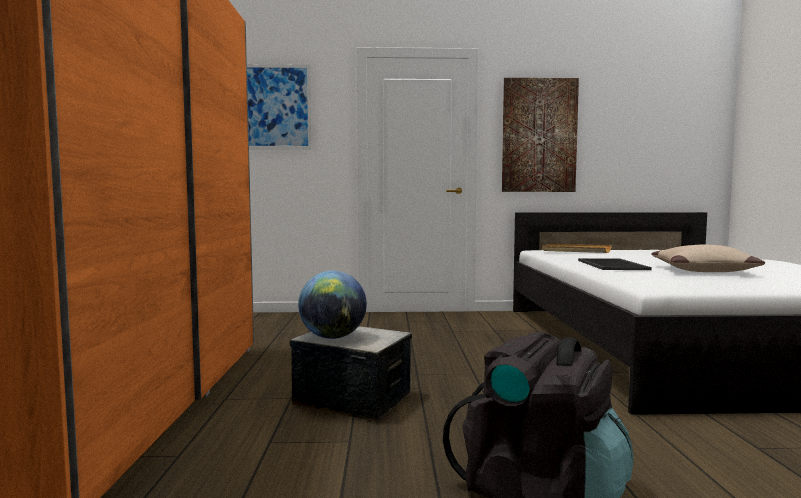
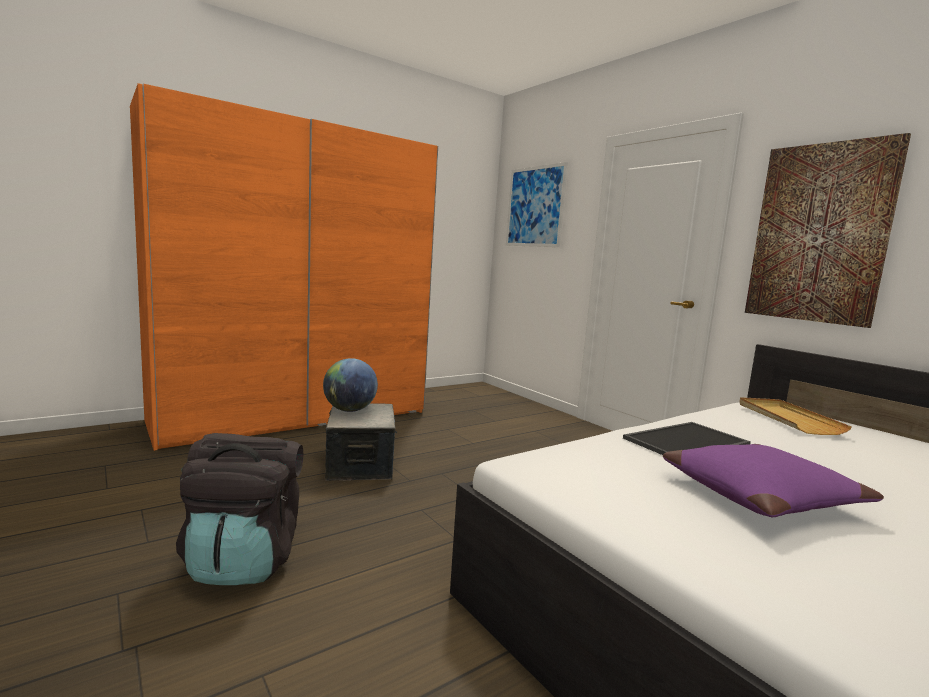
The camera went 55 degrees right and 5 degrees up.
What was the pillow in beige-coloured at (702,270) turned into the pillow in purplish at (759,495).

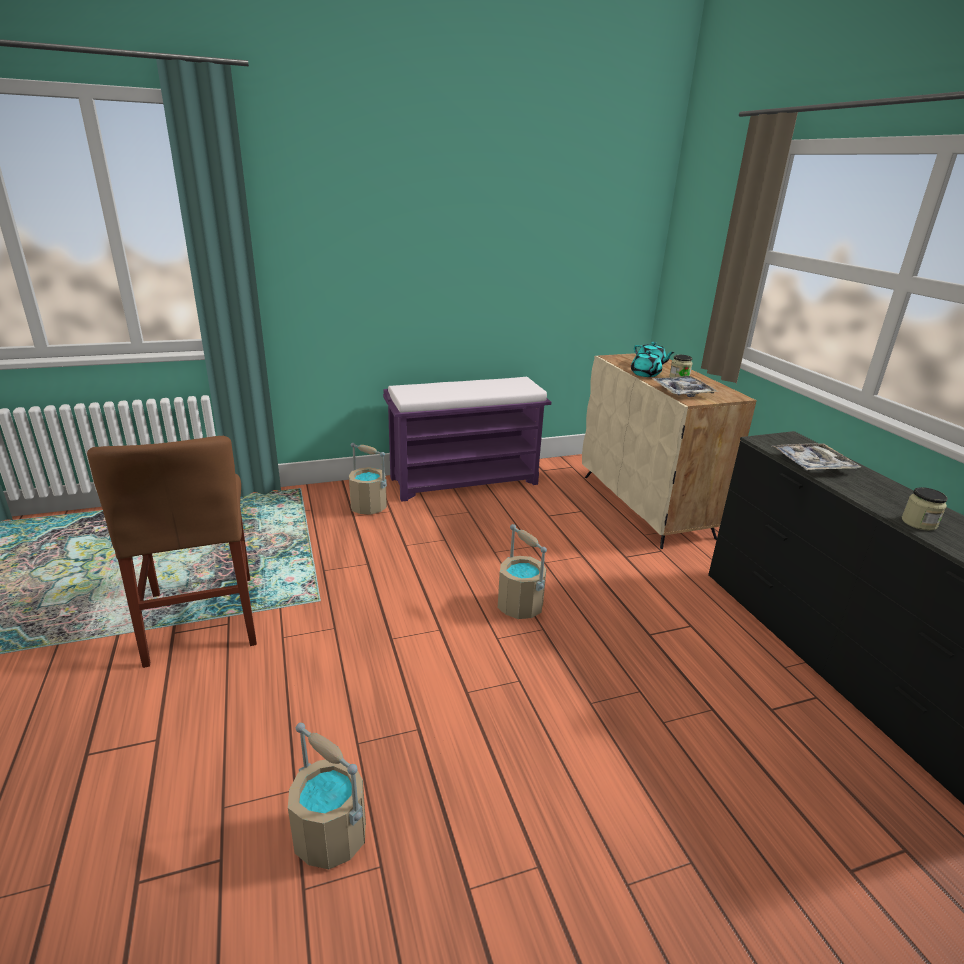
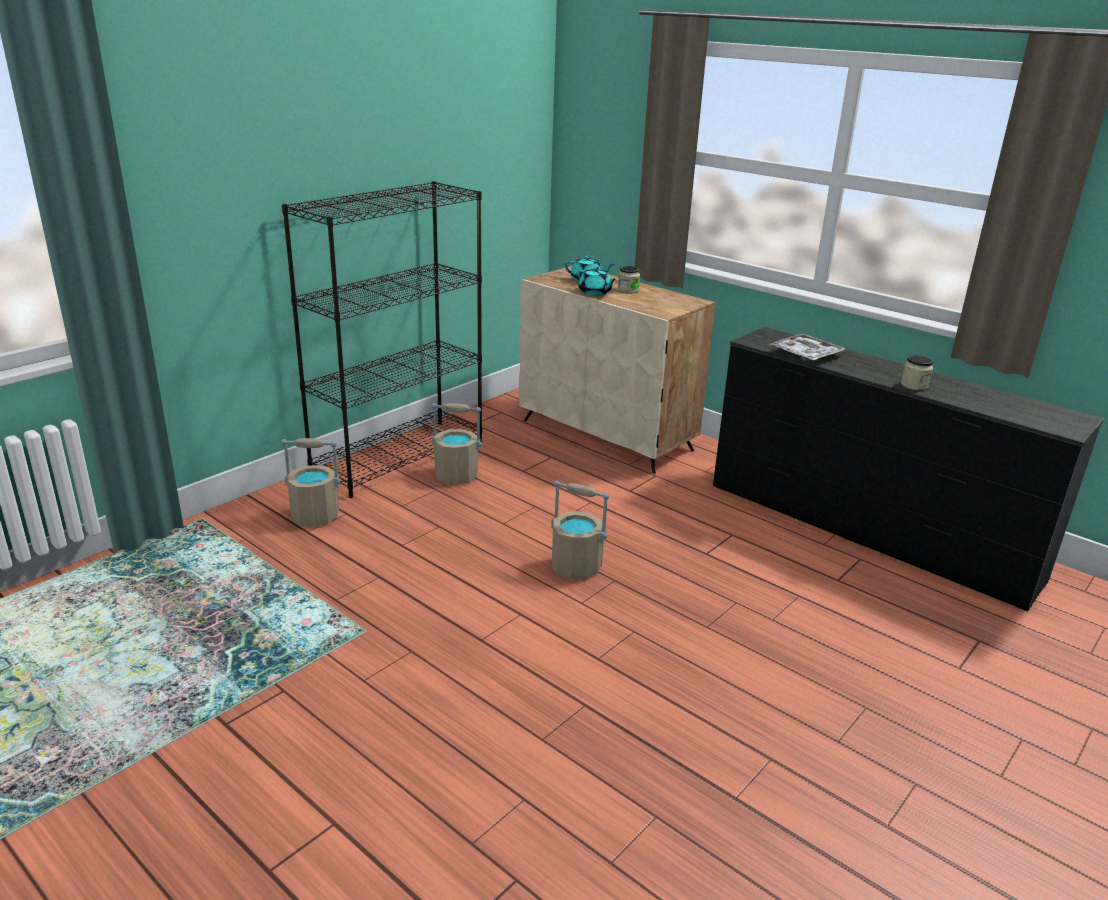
The camera went 30 degrees left and 0 degrees up.
The second view lost the serving tray at (682,392).
Where the long seat in purplish stood at (465,480), the bookshelf in black-coloured came to stand at (399,456).
The second view lost the plain chair in brown-coloured at (202,618).
The pail in beige-coloured ended up elsewhere, having gone from (331,836) to (457,476).

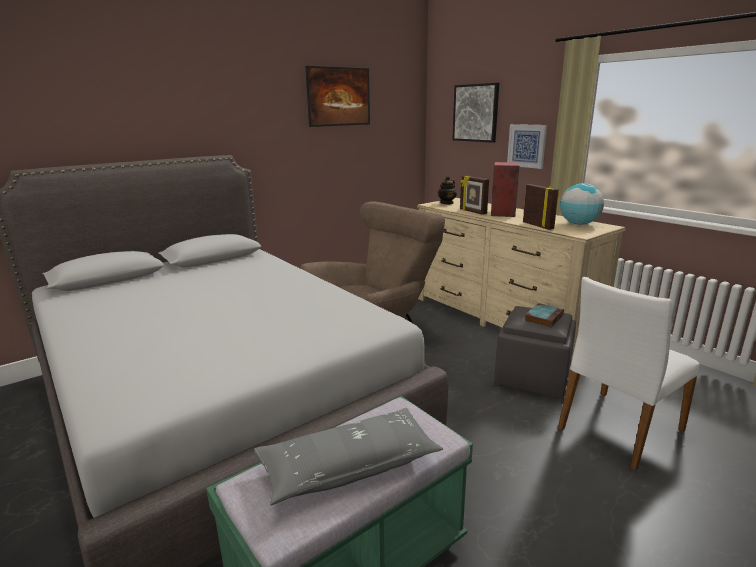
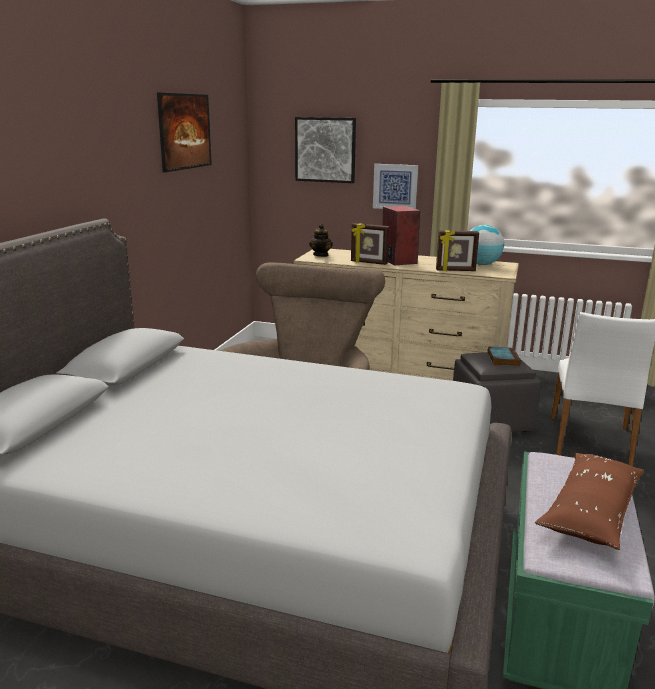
The camera went 35 degrees left and 0 degrees up.
The picture frame at (538,226) ended up facing another way, 150 degrees clockwise from before.
What was the pillow in greyish at (349,466) turned into the pillow in brown-coloured at (591,511).

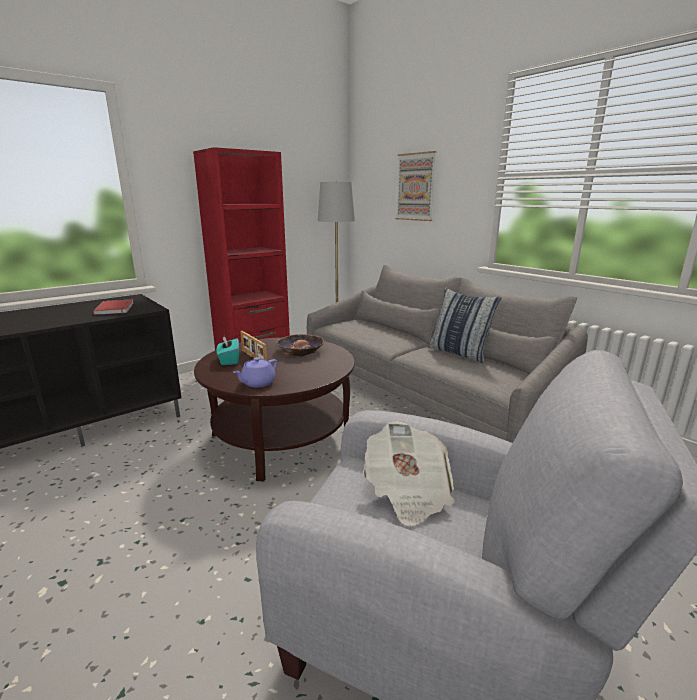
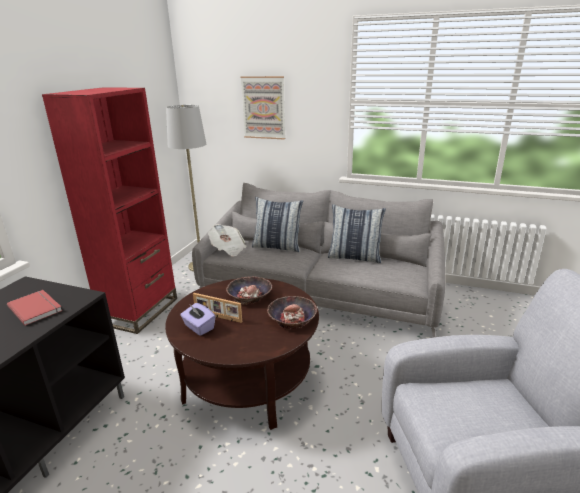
The camera went 30 degrees left and 5 degrees up.
What was the tissue holder in turquoise at (229,360) turned into the tissue holder in purplish at (199,327).
The second view lost the teapot in purplish at (257,383).
The printed paper ended up elsewhere, having gone from (407,492) to (228,249).
The second view gained the pillow at (277,246).
The second view gained the deep dish at (292,318).

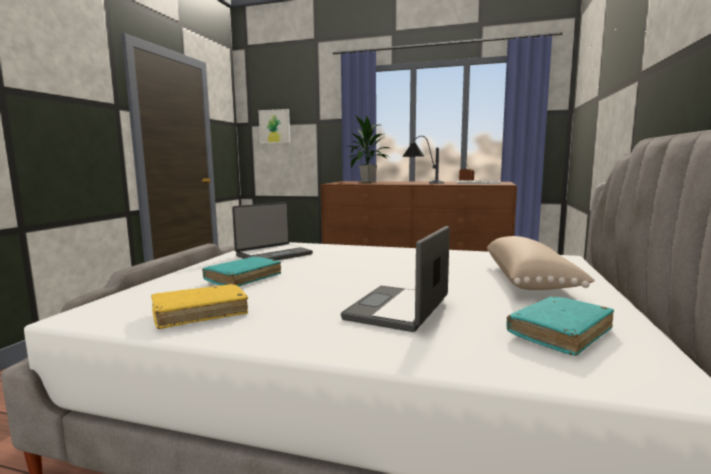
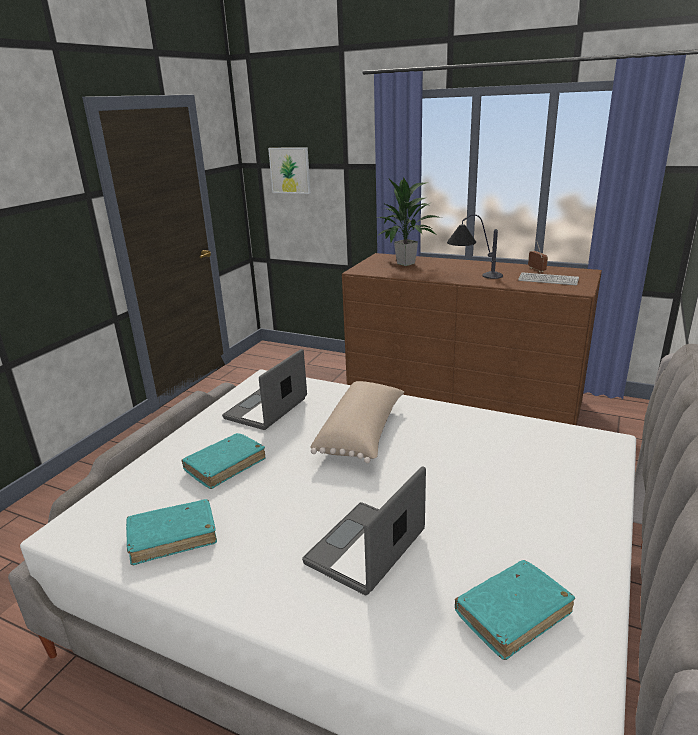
The camera went 10 degrees right and 15 degrees up.
The laptop at (273,255) ended up facing another way, 150 degrees clockwise from before.
The pillow in beige-coloured ended up elsewhere, having gone from (530,280) to (362,434).
What was the volume in yellowish at (200,313) turned into the volume in turquoise at (173,537).

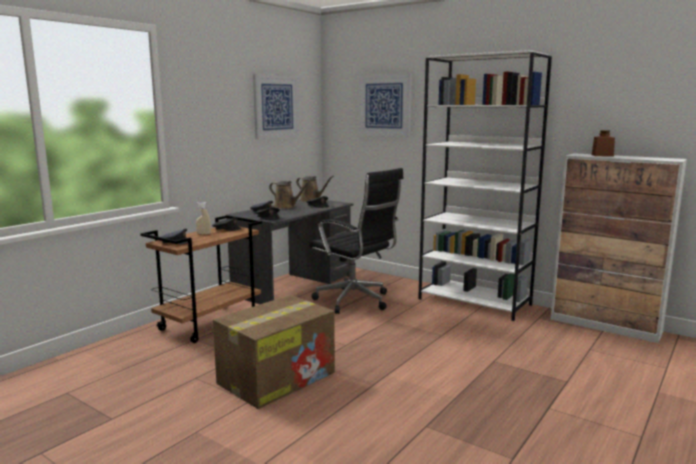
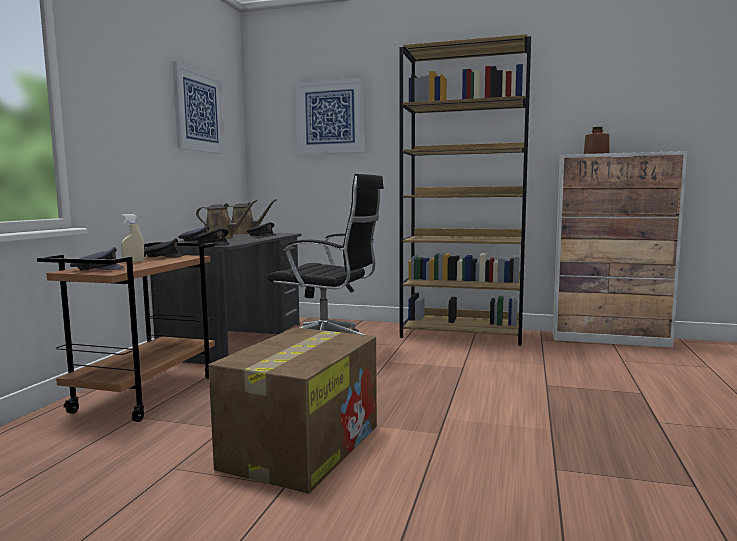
The camera went 20 degrees left and 5 degrees down.
What was the bookshelf in white at (475,302) turned into the bookshelf in brown-coloured at (463,333).

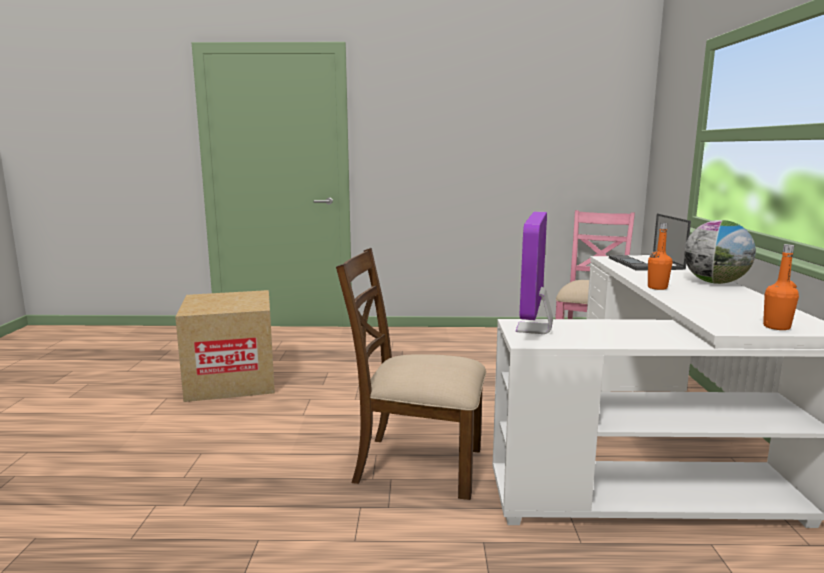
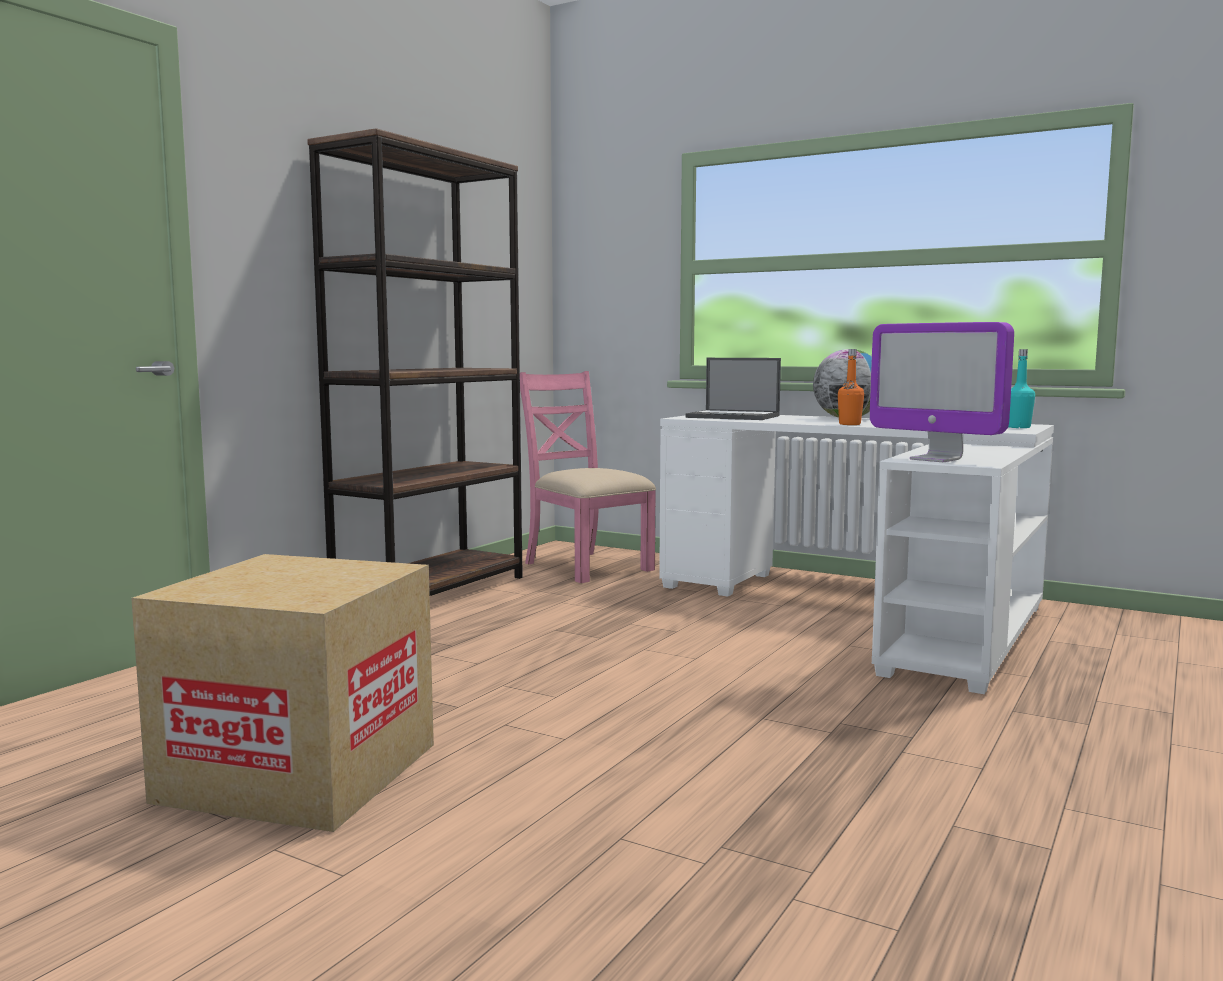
The camera went 60 degrees left and 5 degrees down.
What was the bottle in orange-coloured at (776,327) turned into the bottle in turquoise at (1018,427).
The second view lost the plain chair in brown-coloured at (417,464).
The second view gained the bookshelf in brown-coloured at (432,592).

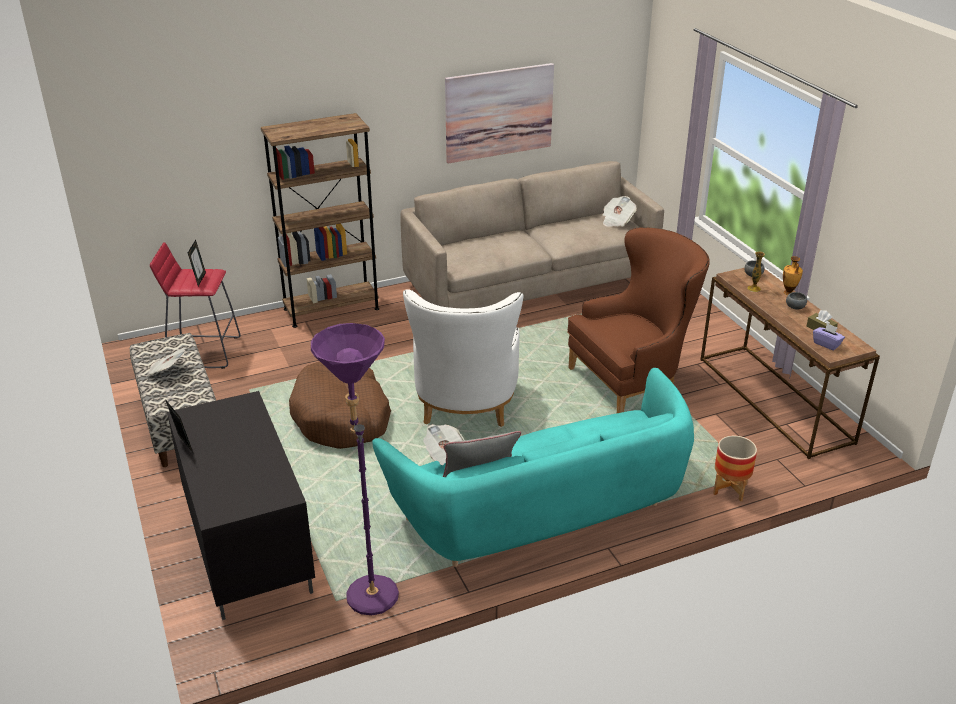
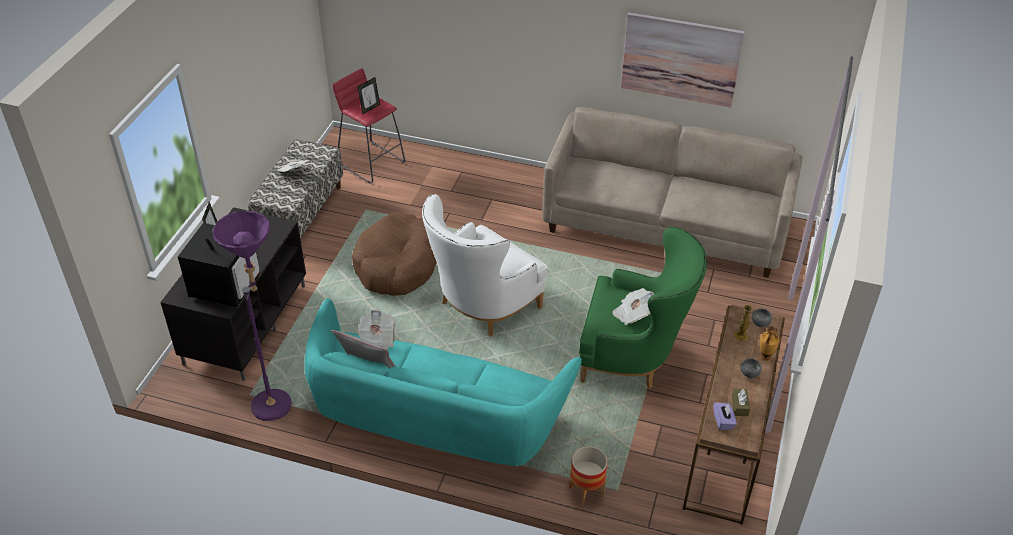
The camera went 40 degrees right and 10 degrees up.
The second view lost the bookshelf in brown-coloured at (331,309).
The printed paper ended up elsewhere, having gone from (617,220) to (632,314).
What was the armchair in brown-coloured at (633,381) turned into the armchair in greenish at (633,358).
The second view gained the TV at (226,287).

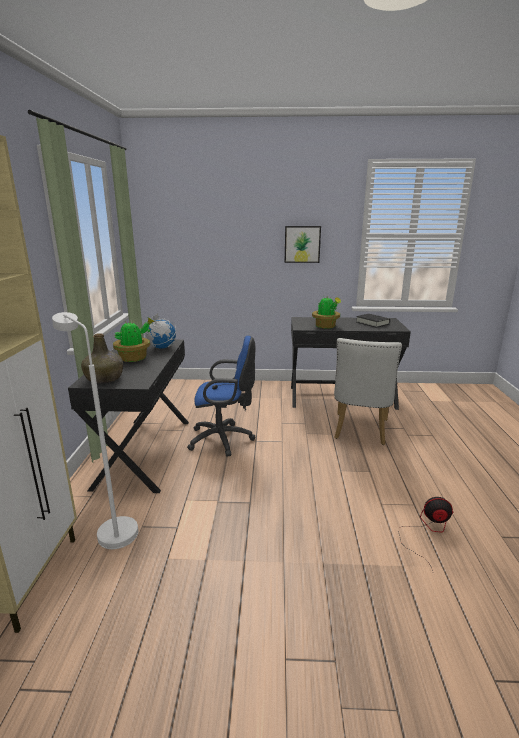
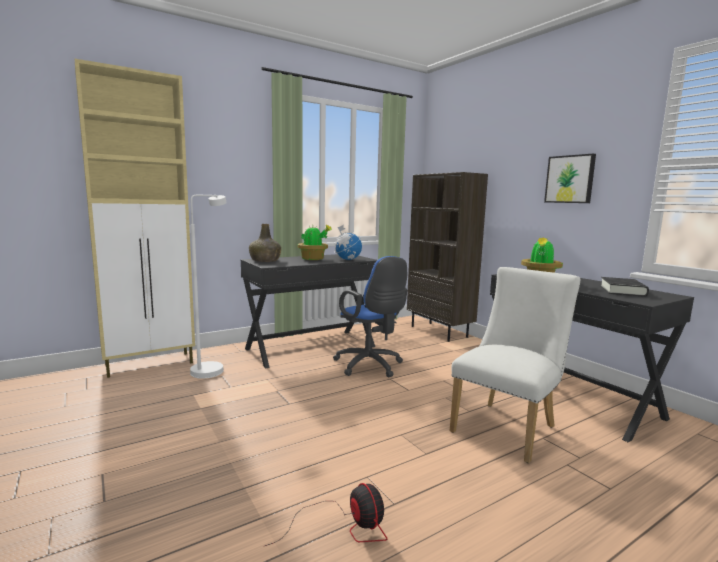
The camera went 55 degrees right and 10 degrees down.
The plain chair in white at (360,431) ended up facing another way, 150 degrees clockwise from before.
The second view gained the bookshelf in brown-coloured at (439,332).

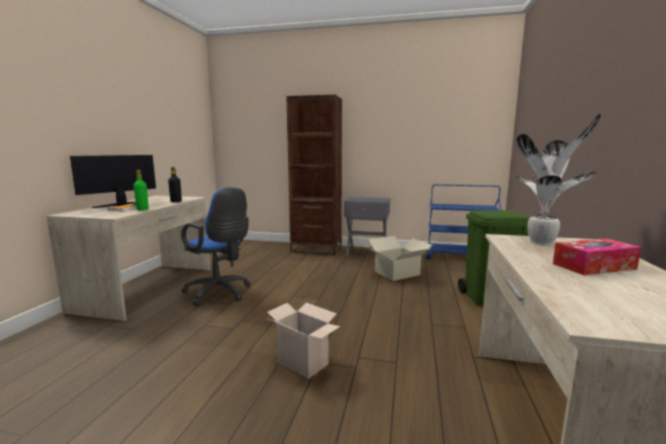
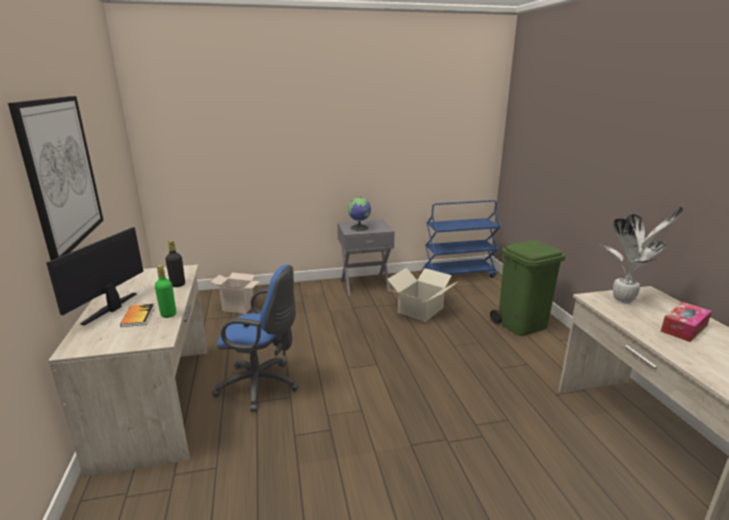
The camera went 25 degrees left and 10 degrees up.
The second view lost the bookshelf in brown-coloured at (316,249).
The carton ended up elsewhere, having gone from (305,363) to (239,308).
The second view gained the wall art at (61,173).
The second view gained the world globe at (360,228).

